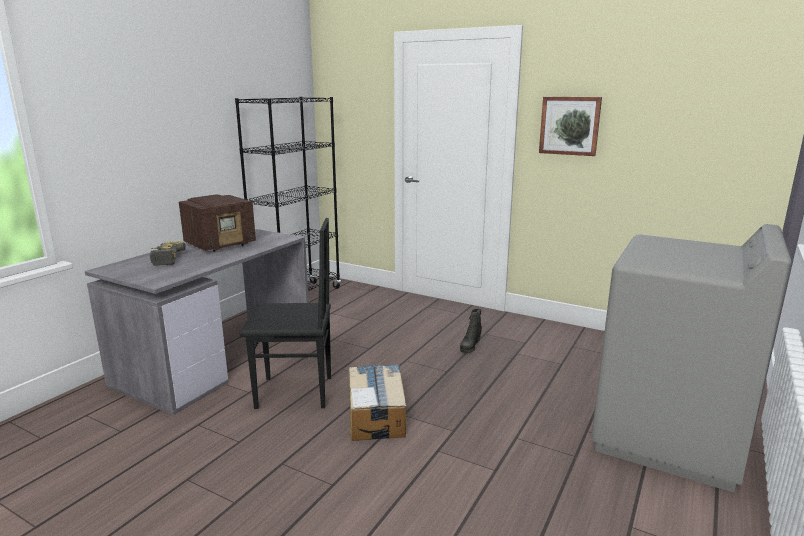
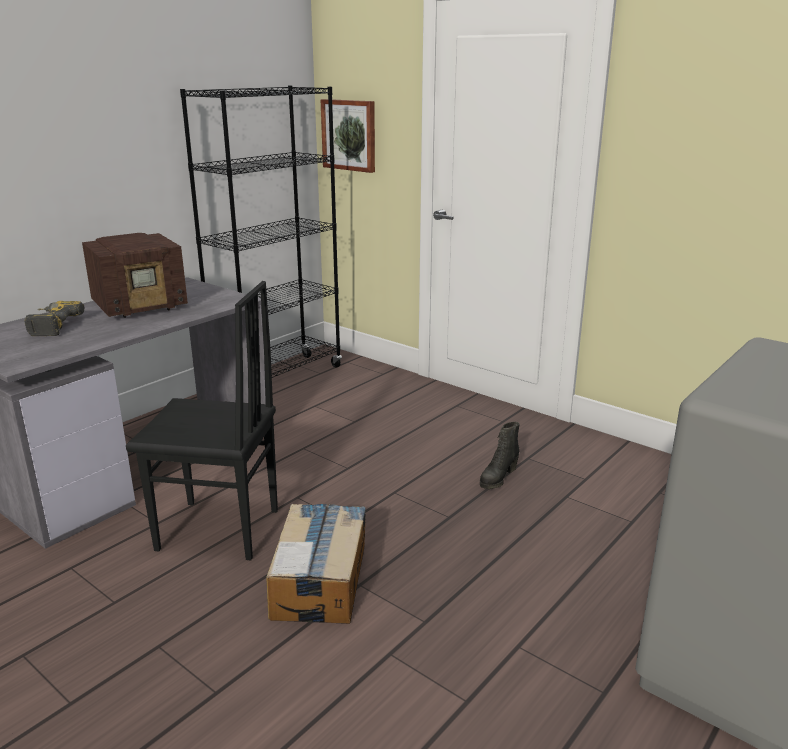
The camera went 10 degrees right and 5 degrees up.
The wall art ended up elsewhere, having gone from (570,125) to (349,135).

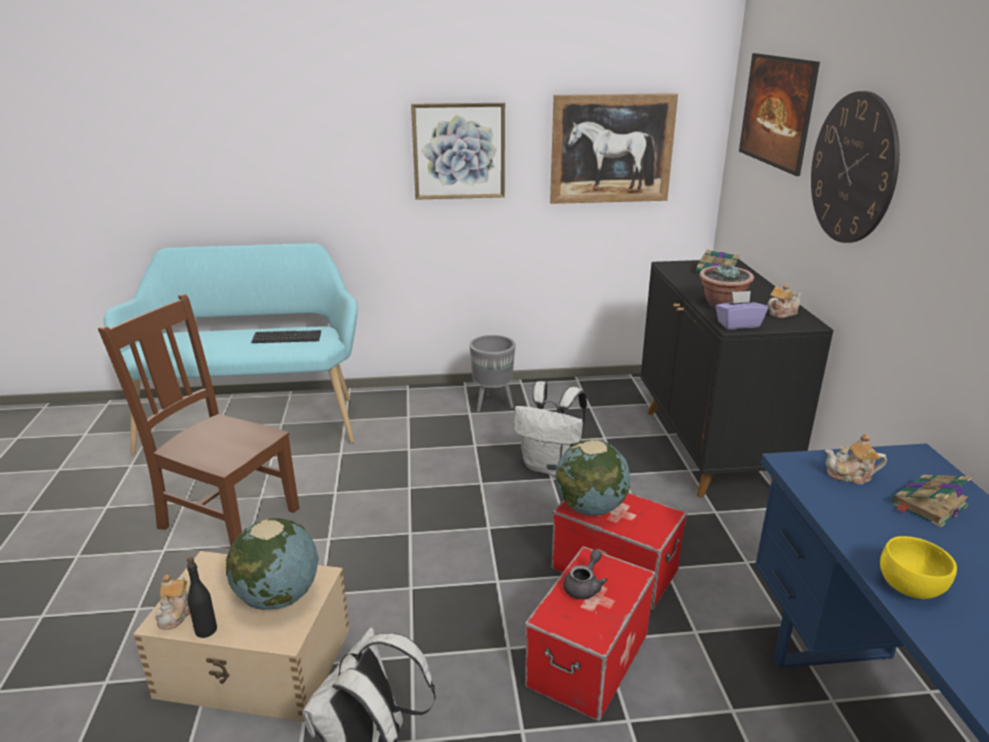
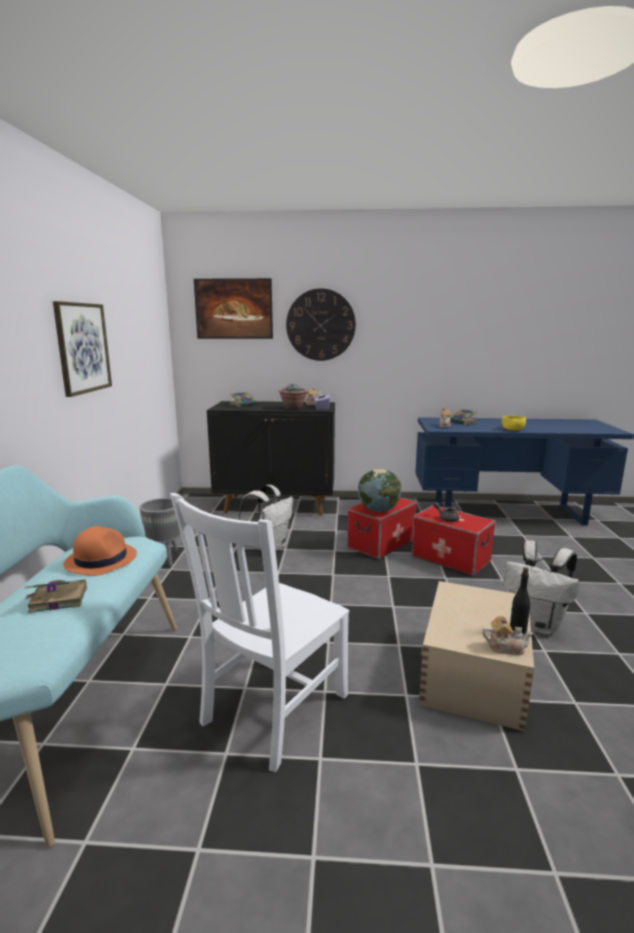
The camera went 80 degrees left and 10 degrees down.
The second view lost the wall art at (612,149).
What was the plain chair in brown-coloured at (226,516) turned into the plain chair in white at (272,711).
Where the computer keyboard stood at (287,338), the hat in orange-coloured came to stand at (101,559).
The second view lost the world globe at (278,597).
The second view gained the volume at (57,599).

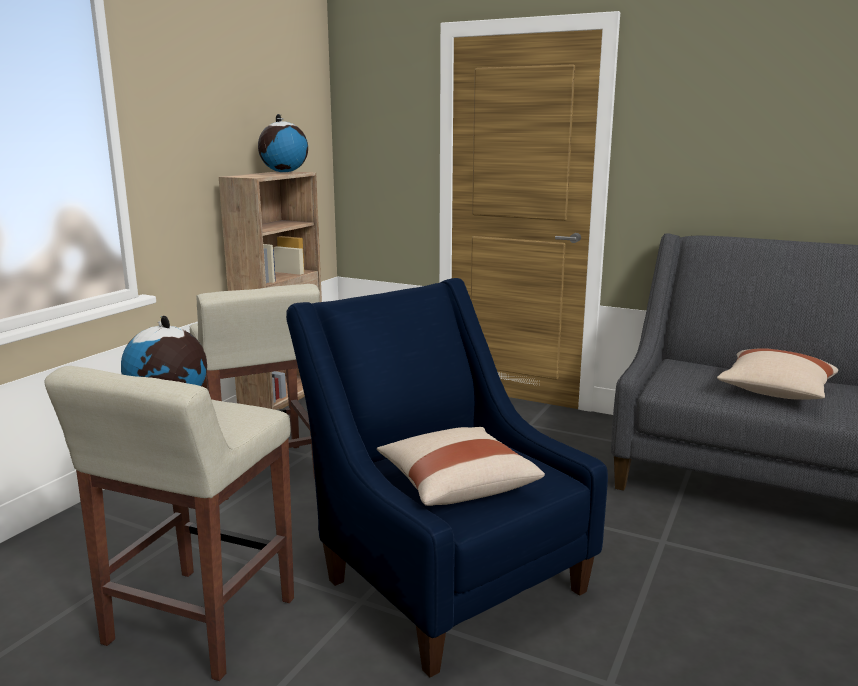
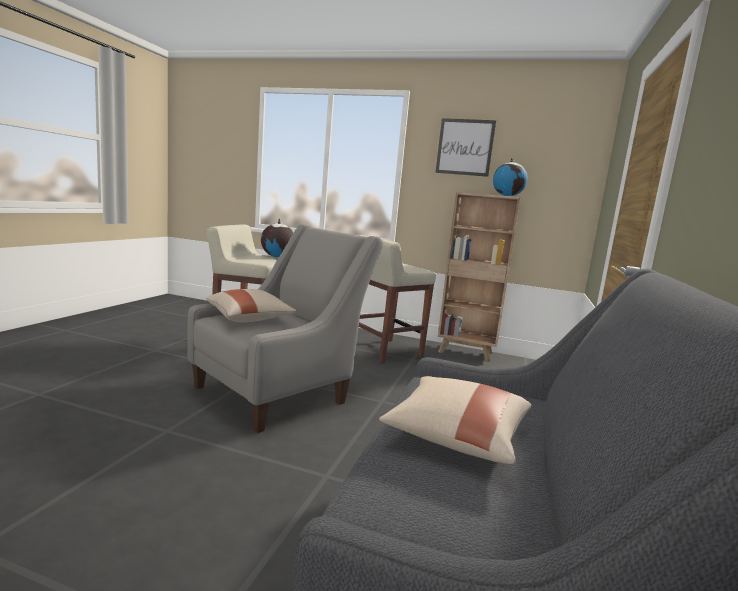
The camera went 80 degrees right and 5 degrees down.
What was the armchair in bluish at (444,576) turned into the armchair in greyish at (279,392).
The second view gained the wall art at (465,147).

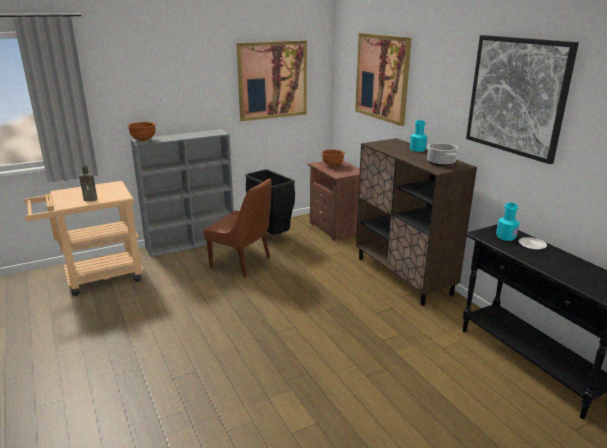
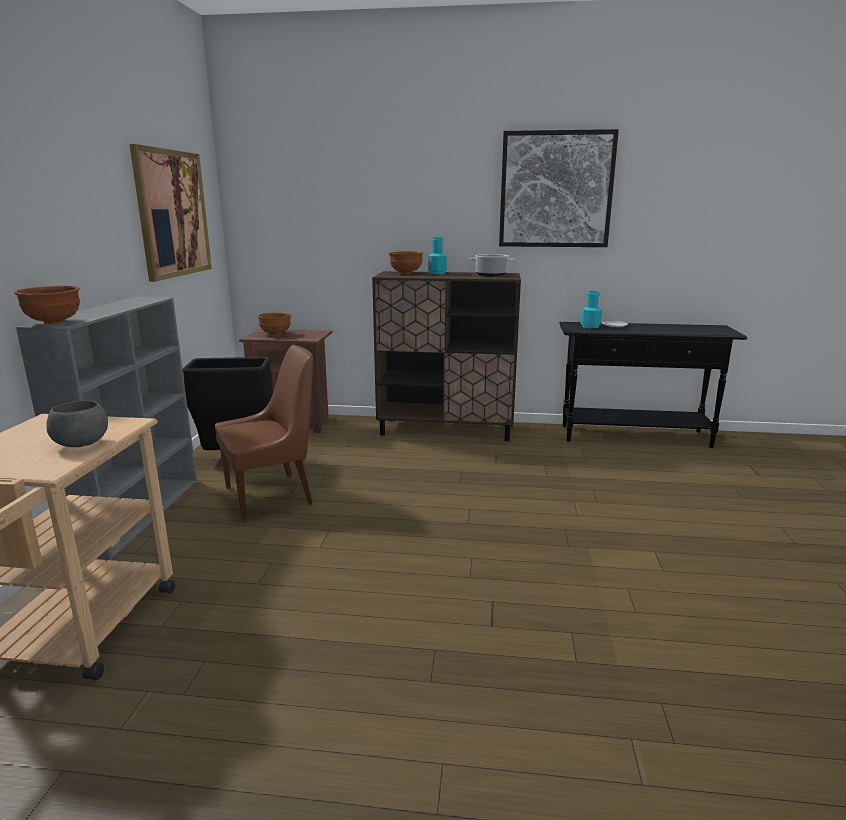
The camera went 55 degrees left and 5 degrees down.
The second view lost the wall art at (382,77).
Where the bottle in brown-coloured stood at (91,199), the deep dish in greyish came to stand at (82,445).
The second view gained the deep dish in brown-coloured at (405,273).

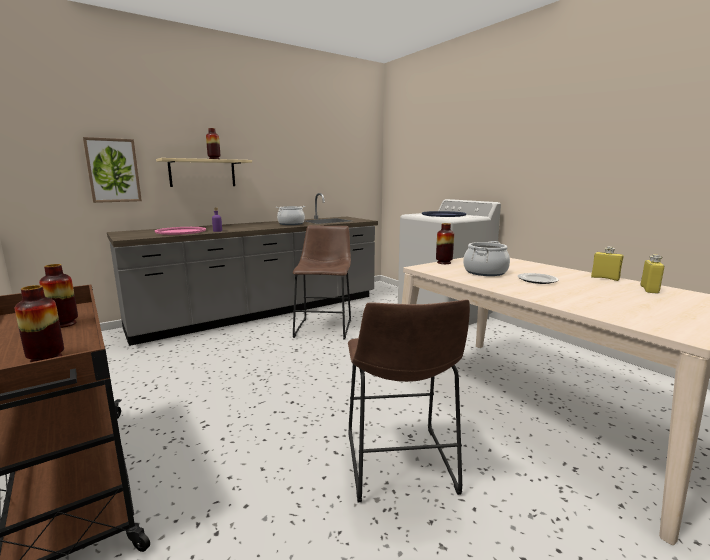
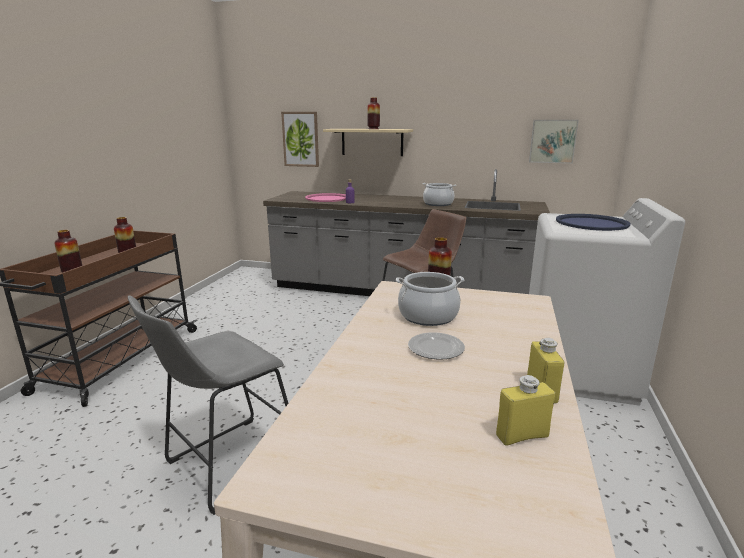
The camera went 50 degrees right and 5 degrees up.
What was the stool in brown-coloured at (399,467) turned into the stool in greyish at (227,465).
The second view gained the wall art at (552,141).

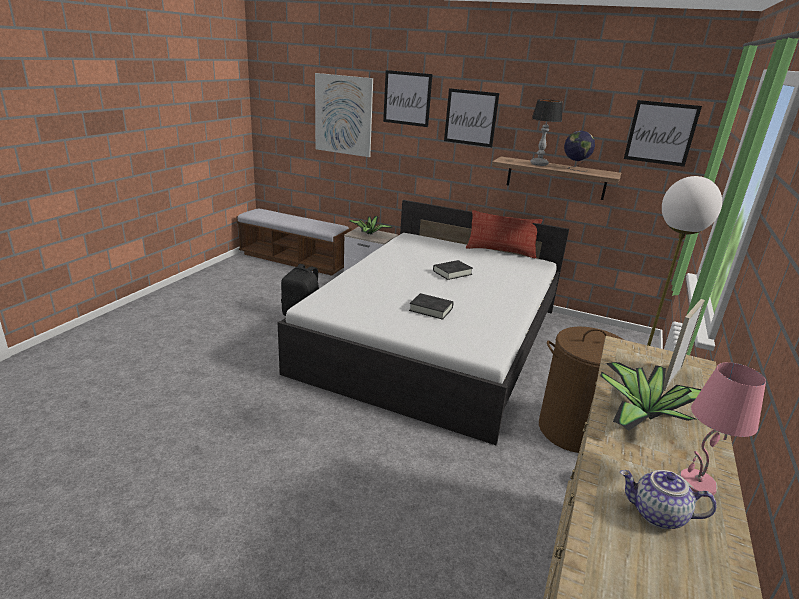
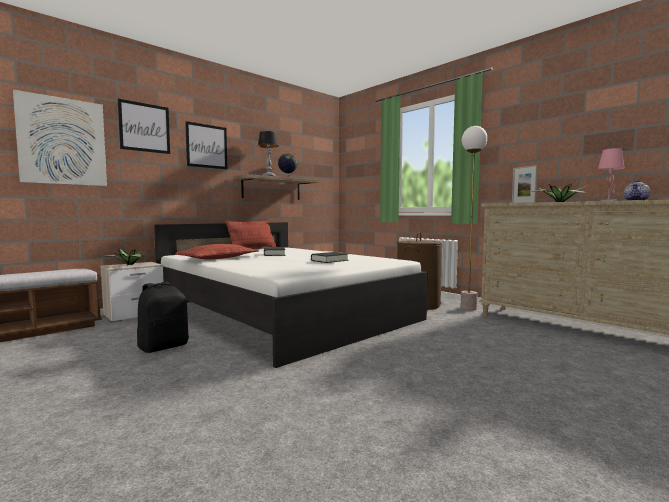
The camera went 65 degrees left and 20 degrees down.
The second view lost the wall art at (661,133).
The second view gained the pillow at (218,258).

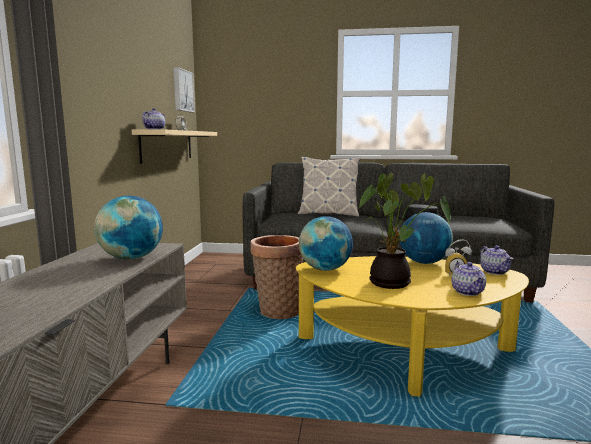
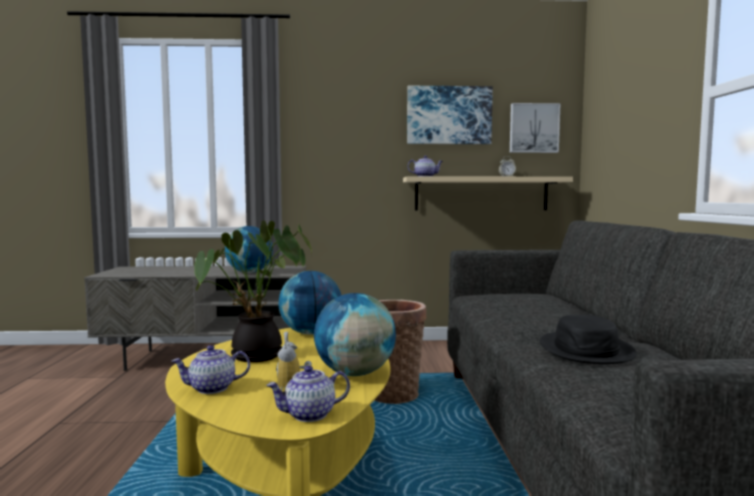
The camera went 80 degrees right and 5 degrees down.
The second view lost the pillow at (328,214).
The second view gained the wall art at (449,115).

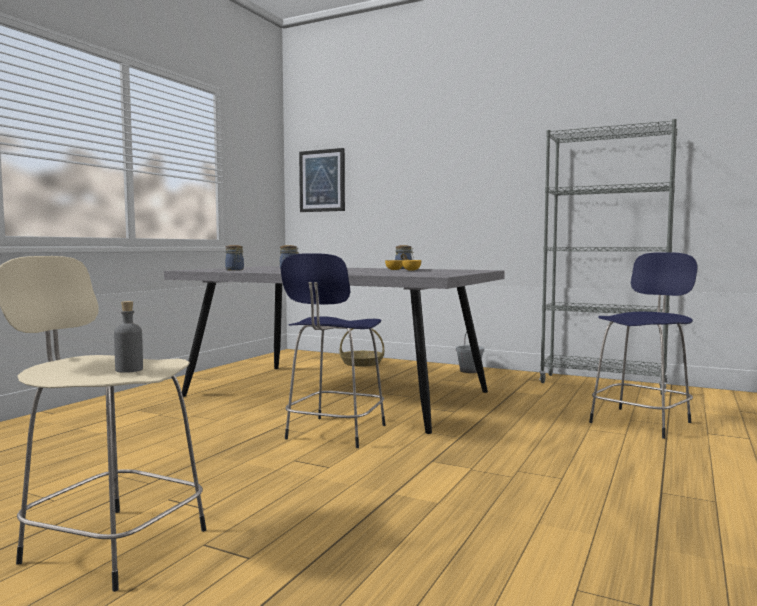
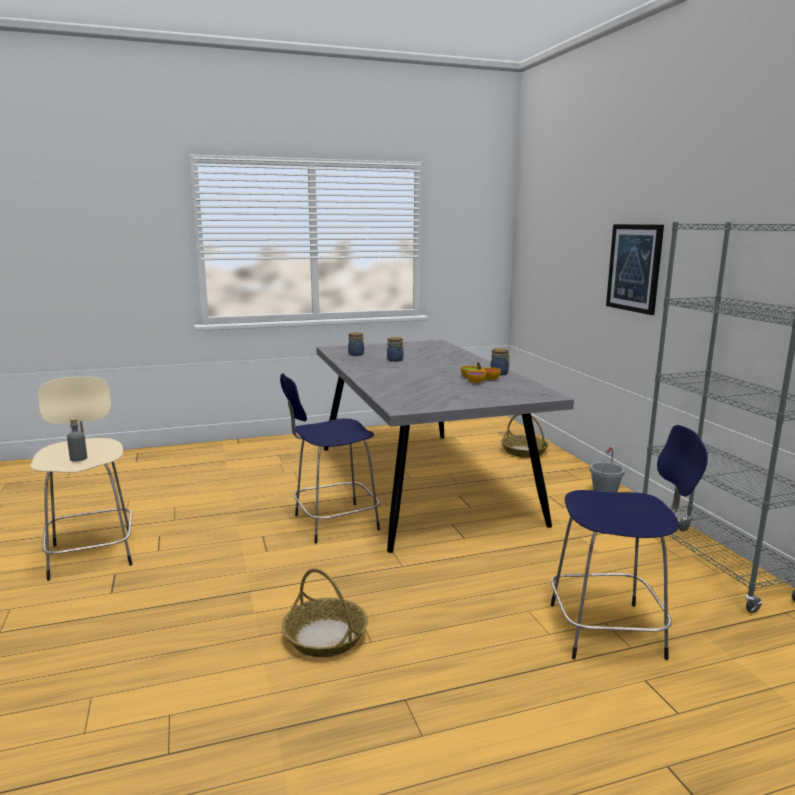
The camera went 45 degrees right and 10 degrees up.
The wall art ended up elsewhere, having gone from (322,181) to (634,268).
The second view gained the storage basket at (324,637).

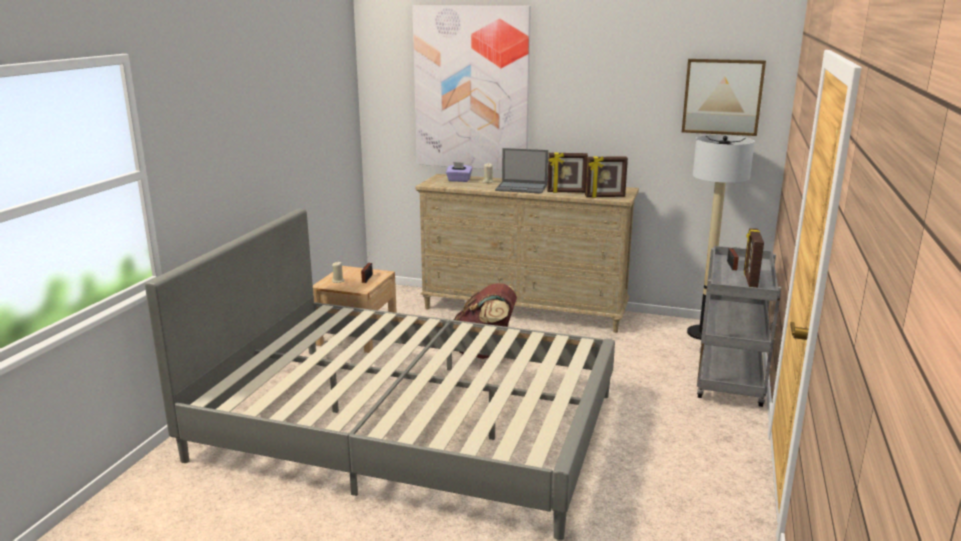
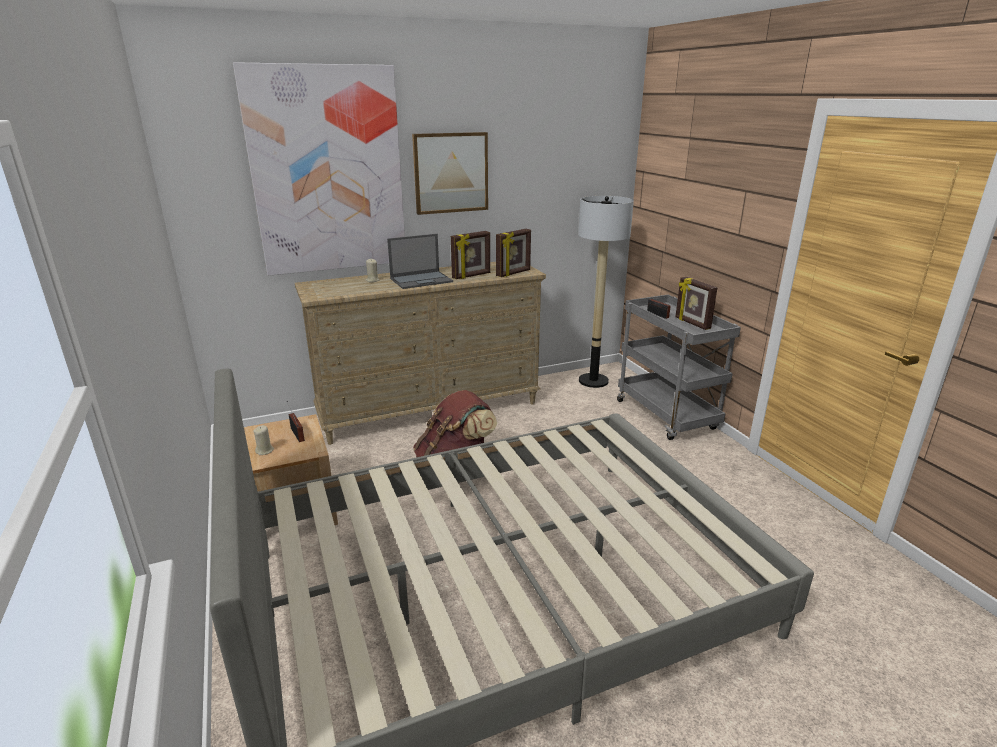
The camera went 40 degrees left and 5 degrees up.
The wall art ended up elsewhere, having gone from (722,97) to (450,173).
The second view lost the tissue holder in purplish at (459,180).

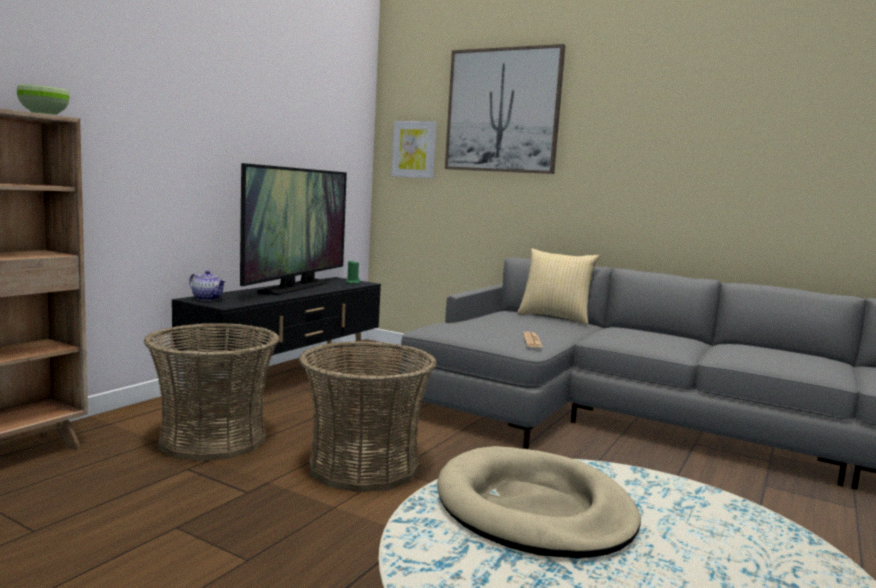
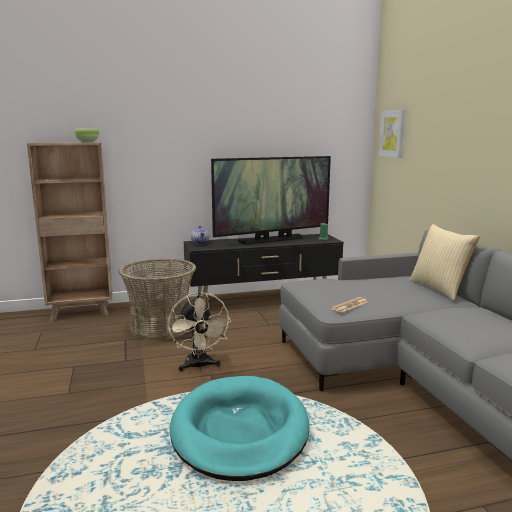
The camera went 45 degrees right and 5 degrees up.
The second view lost the wall art at (502,110).
Where the storage basket stood at (363,467), the fan in beige-coloured came to stand at (199,366).
What was the dog bed in beige-coloured at (534,509) turned into the dog bed in turquoise at (239,431).

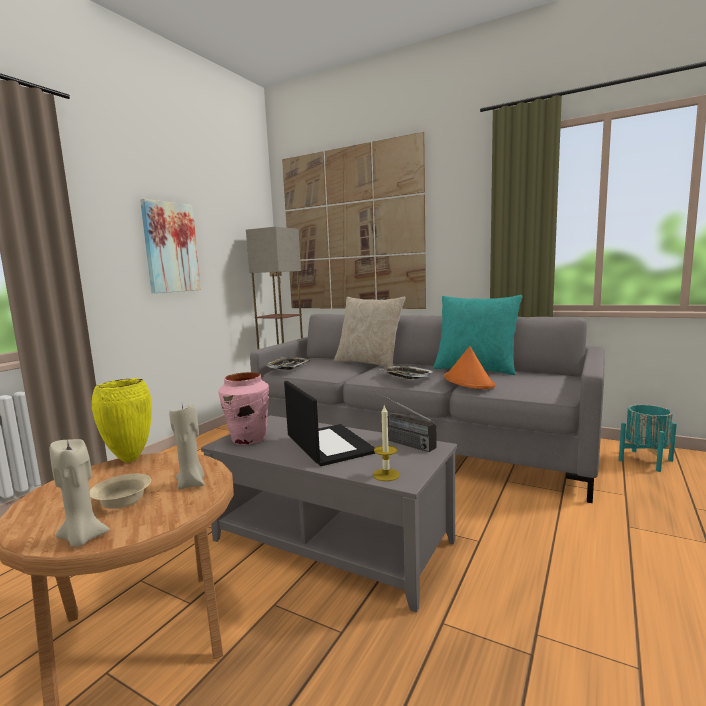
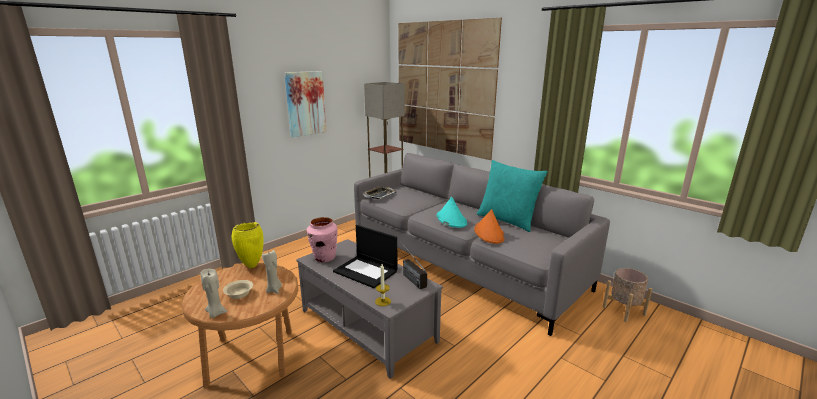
The camera went 15 degrees right and 10 degrees up.
The second view lost the pillow in beige-coloured at (369,363).
Where the serving tray stood at (406,376), the hat in turquoise came to stand at (451,220).
The laptop at (328,444) ended up facing another way, 135 degrees clockwise from before.
What was the plant pot in turquoise at (645,460) turned into the plant pot in beige-coloured at (623,310).

